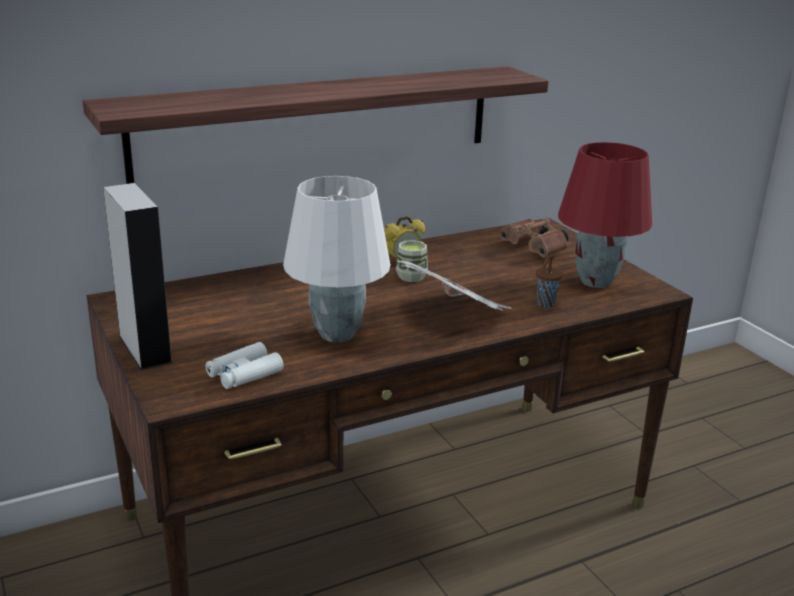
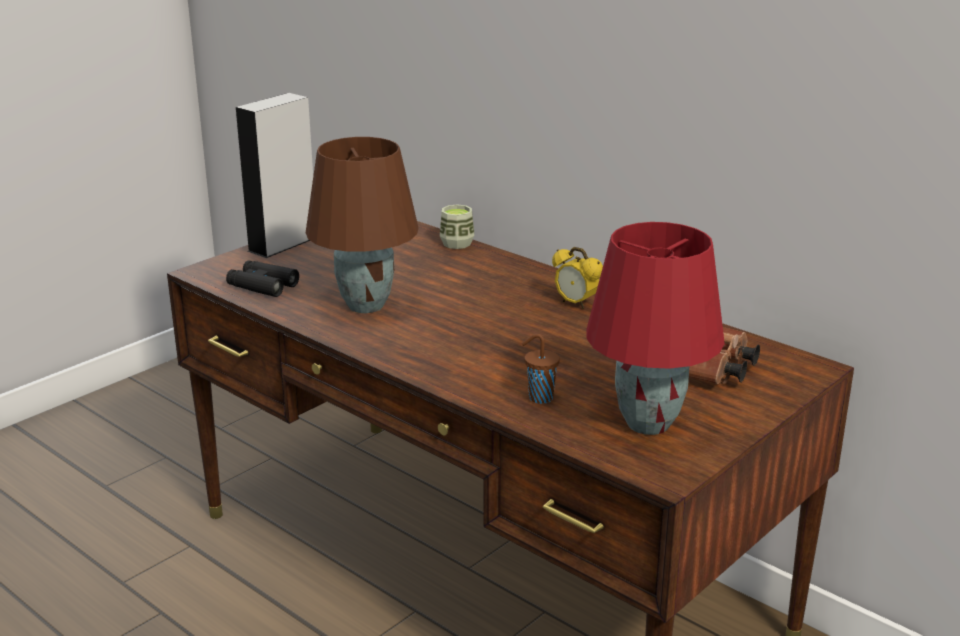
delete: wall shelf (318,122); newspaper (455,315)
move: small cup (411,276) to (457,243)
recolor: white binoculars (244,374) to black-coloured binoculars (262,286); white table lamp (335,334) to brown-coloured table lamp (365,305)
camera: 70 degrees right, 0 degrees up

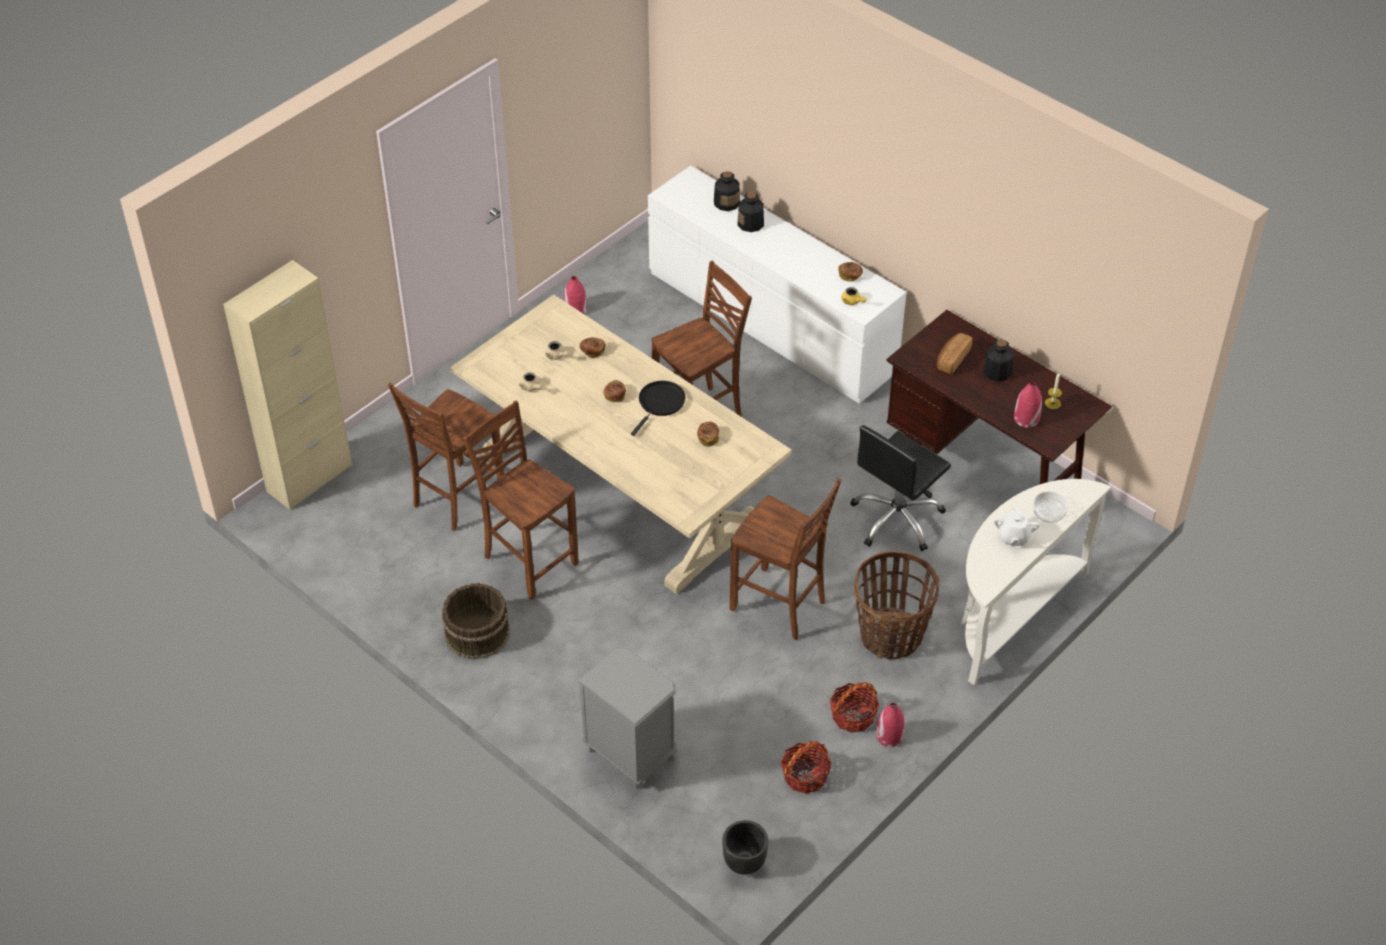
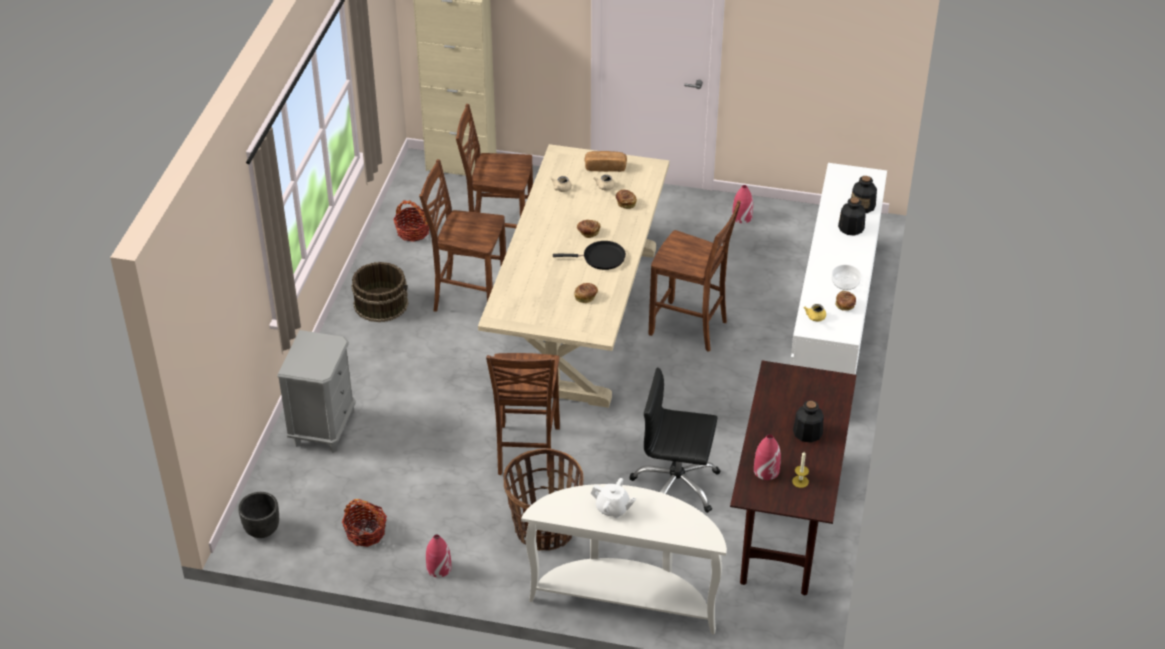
move: storage basket (853,716) to (413,232); baked bread (952,359) to (605,167); deep dish (1048,513) to (845,283)
rotate: brown-coloured upright chair (529,560) = (468,300) 90 degrees counterclockwise; white pot for tea (1013,537) = (613,509) 135 degrees counterclockwise
camera: 60 degrees right, 5 degrees down

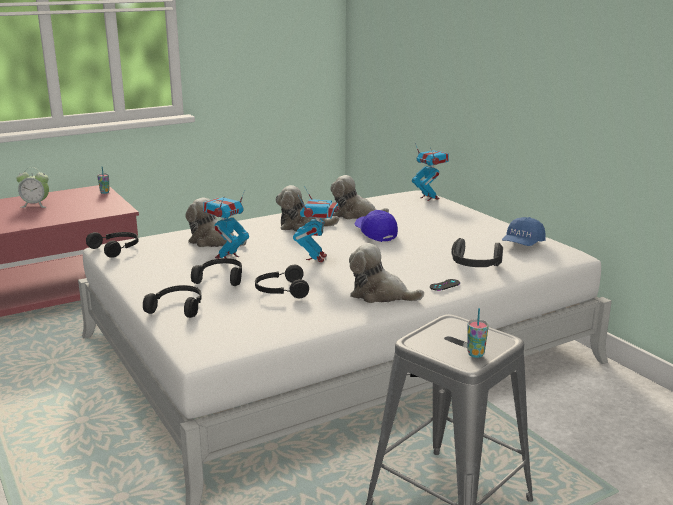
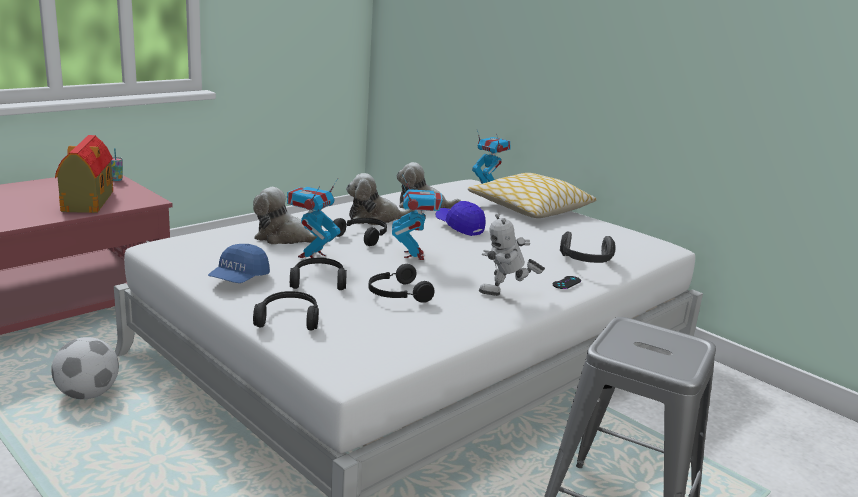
delete: alarm clock (36,205); small cup (475,354)
insert: football (88,394); toy house (87,202); pillow (529,209)
move: black-coloured headset (116,249) to (363,236); blue-coloured baseball cap (522,244) to (239,279)
replace: soft toy (380,295) to robot figure (506,295)
camera: 15 degrees left, 0 degrees up

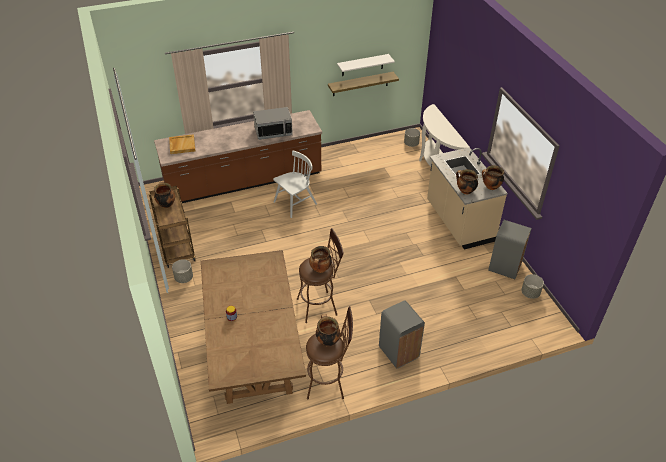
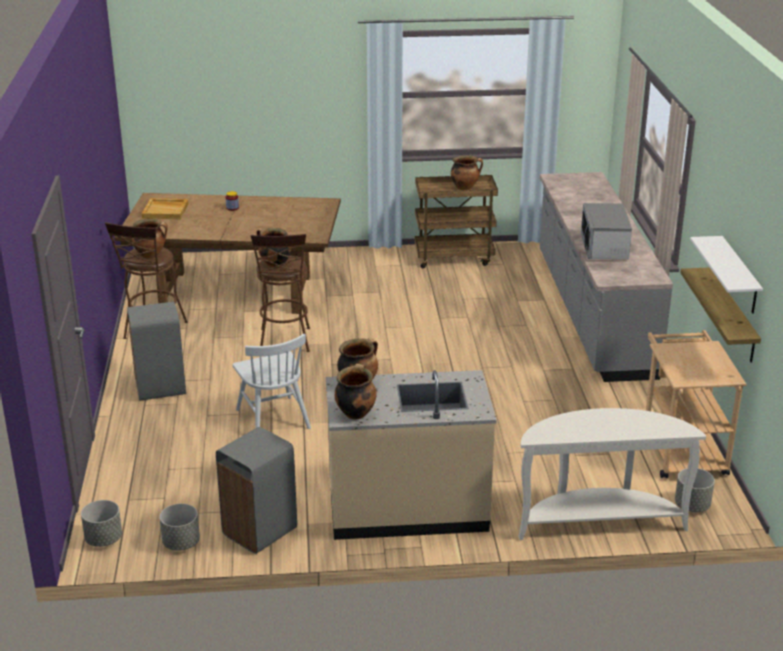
insert: beige wheeled cart (681,450)
move: beige tray (182,145) to (166,211); grey flower pot (184,278) to (104,539); white upright chair (295,203) to (273,418)
recolor: brown-coloured counter (244,182) to grey counter (592,313)
camera: 105 degrees right, 15 degrees down

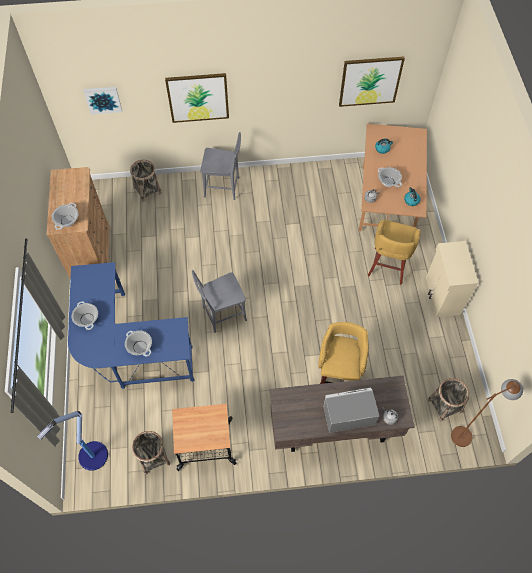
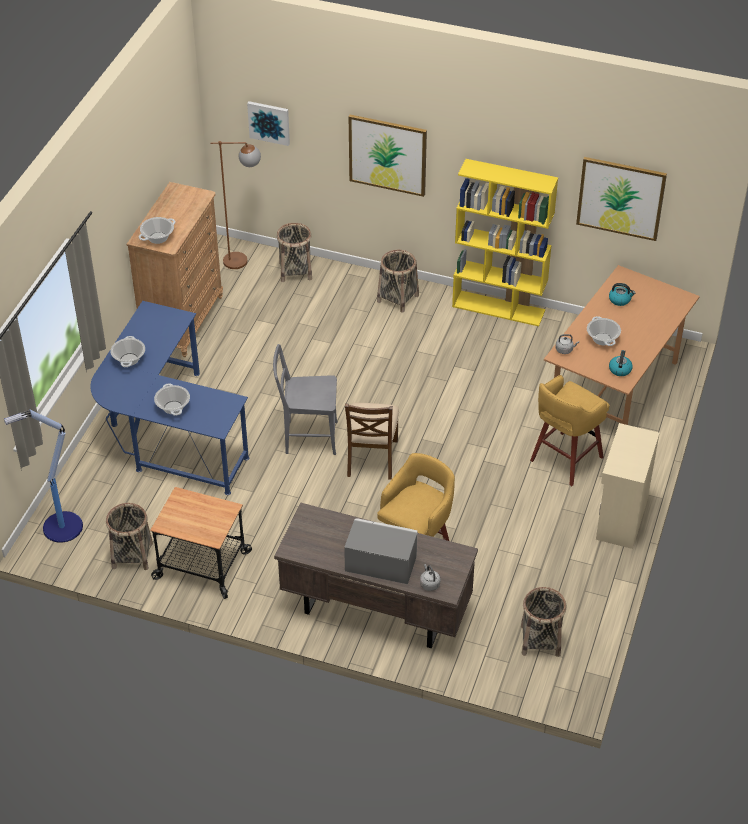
insert: brown-coloured upright chair (371,458); yellow-coloured bookcase (499,308)
move: brown-coloured floor lamp (467,433) to (244,261)
replace: grey upright chair (224,187) to storage basket (397,298)
camera: 25 degrees right, 15 degrees down

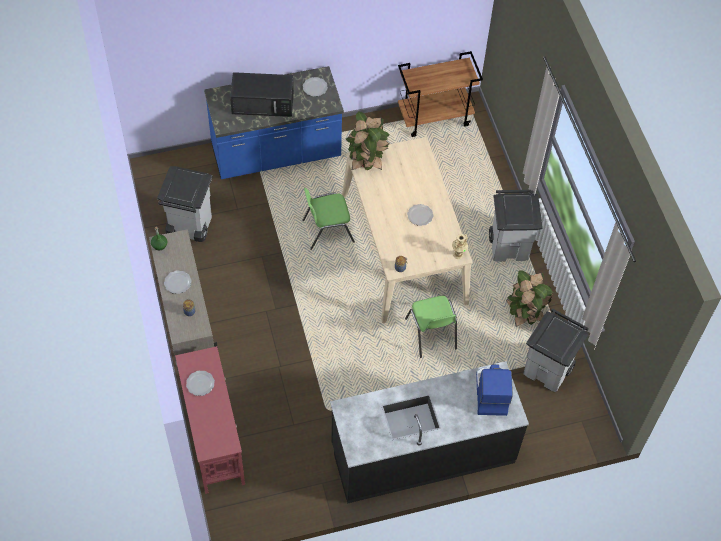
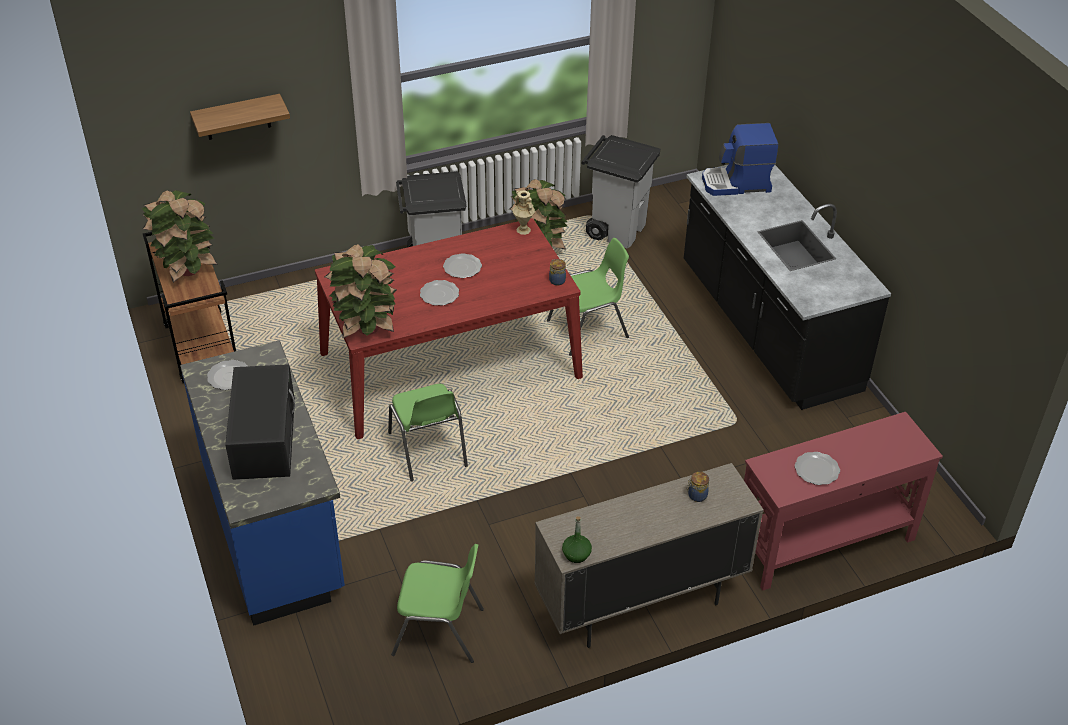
insert: potted plant (186,269); wall shelf (237,117)
move: plate (177,282) to (439,294)
replace: grey trash can (189,226) to green-coloured upright chair (440,632)
recolor: beige dinner table (403,248) to reddish dinner table (450,365)
camera: 95 degrees left, 15 degrees down

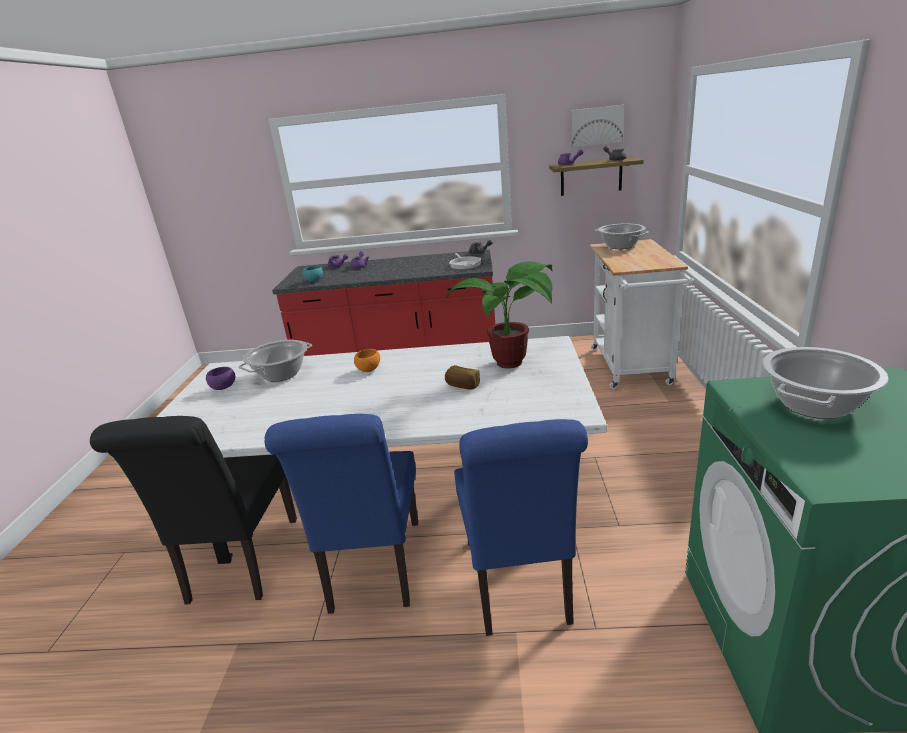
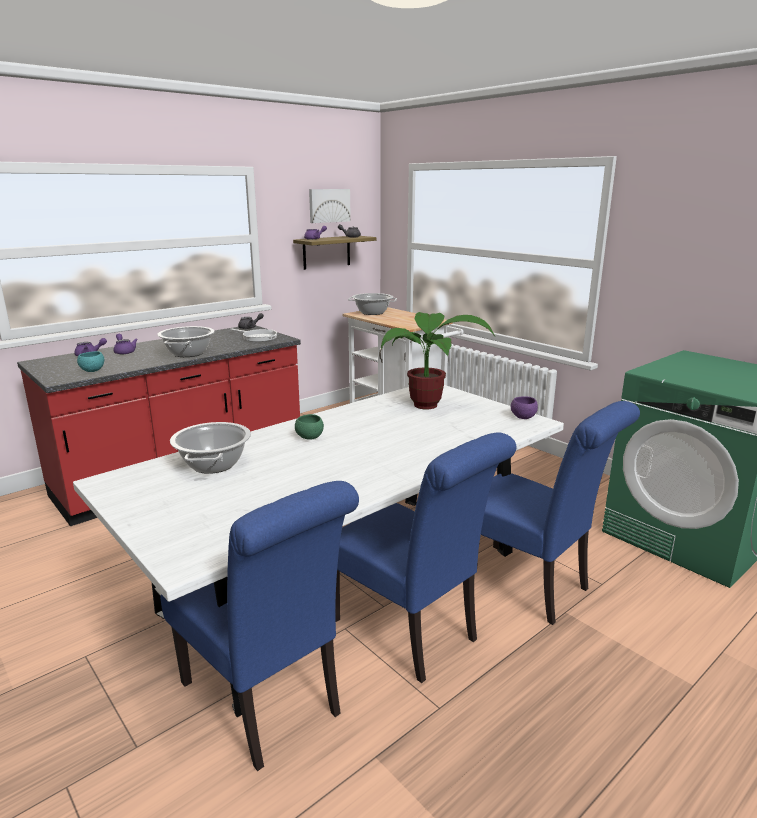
delete: baked bread (462,386)
move: purple-coloured deep dish (223,387) to (523,417); saucepot (814,404) to (188,353)
recolor: black-coloured upright chair (240,564) to blue-coloured upright chair (266,703); orange deep dish (368,370) to green-coloured deep dish (309,437)
camera: 45 degrees left, 5 degrees down

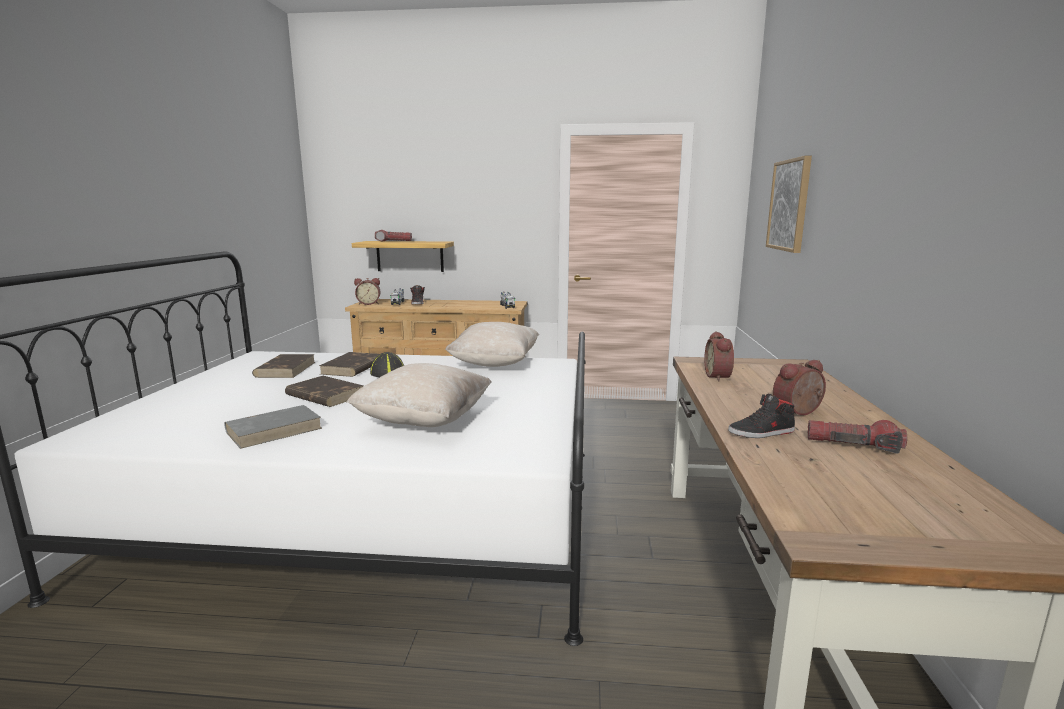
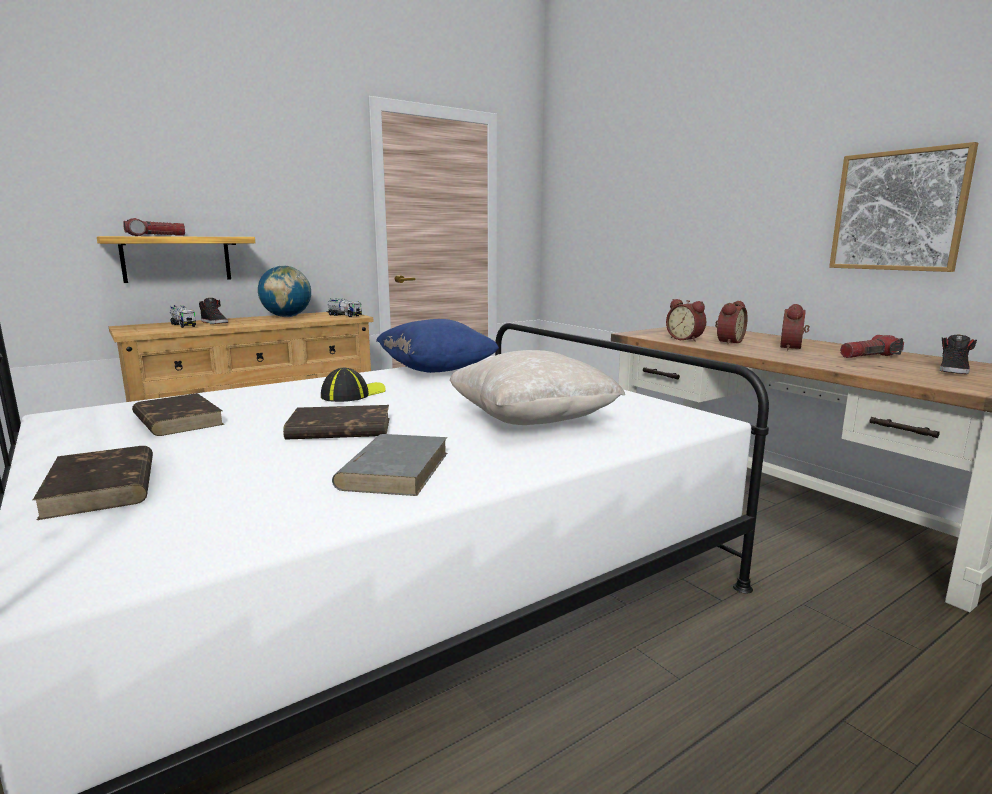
insert: globe (287,317)
move: brown-coloured volume (352,368) to (102,487); alarm clock (368,303) to (728,342); black-coloured low shoe (761,432) to (953,370); wall picture (789,205) to (898,211)
recolor: beige pillow (495,364) to blue-coloured pillow (436,370)
camera: 40 degrees left, 0 degrees up

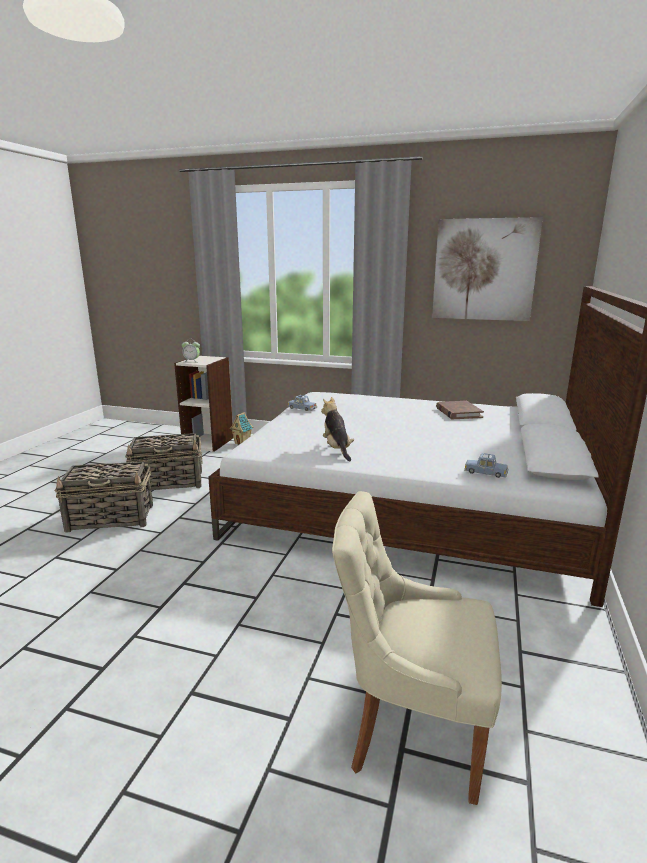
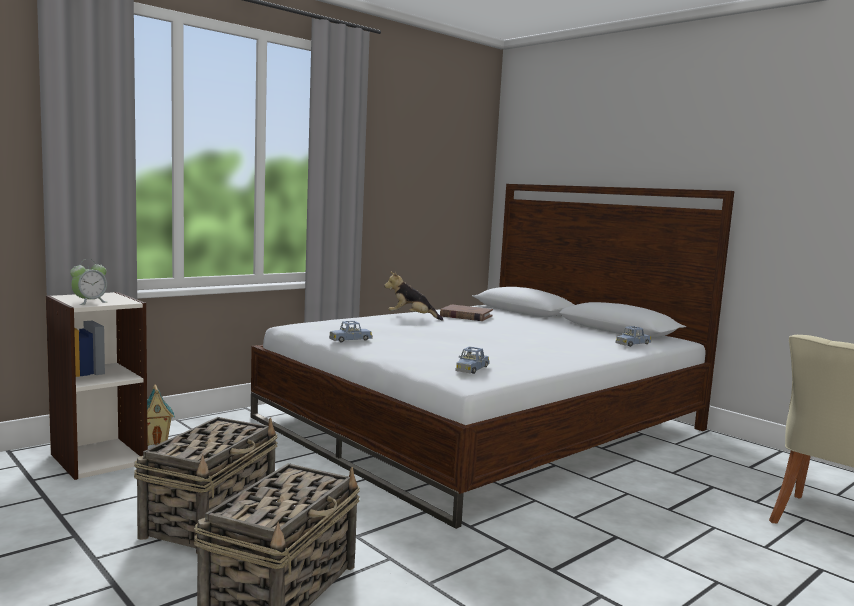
delete: wall picture (484,270)
insert: blue-coloured model car (471,369)
move: soft toy (337,449) to (411,317)
camera: 60 degrees left, 10 degrees down

